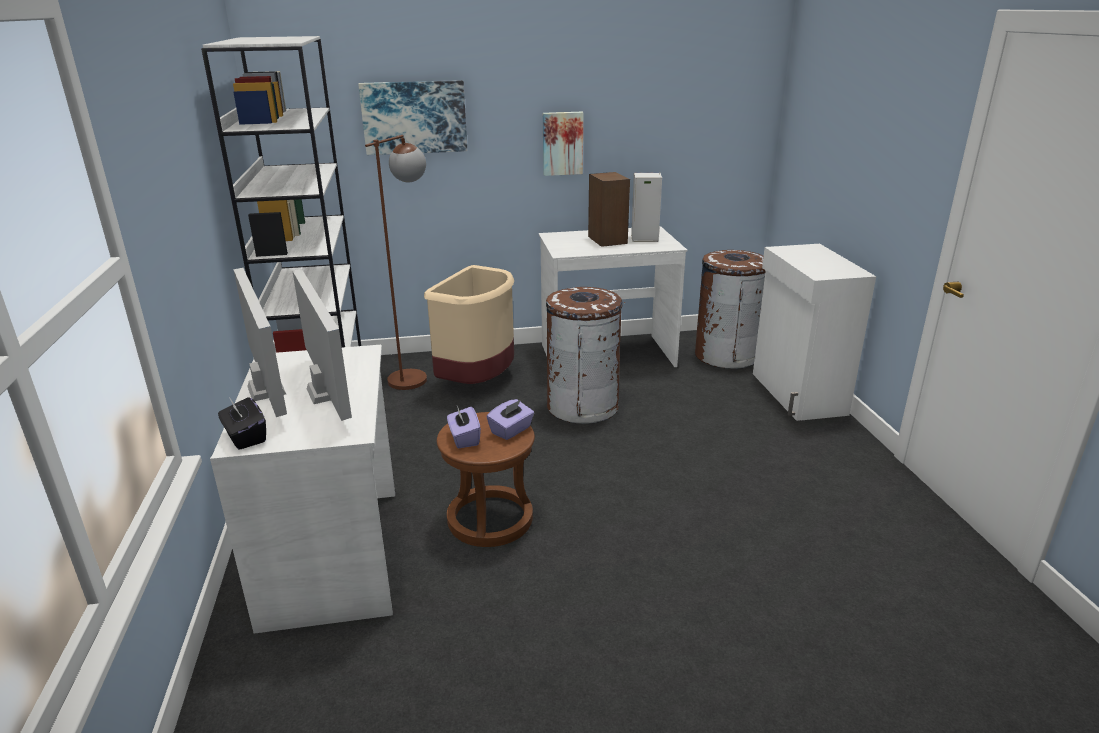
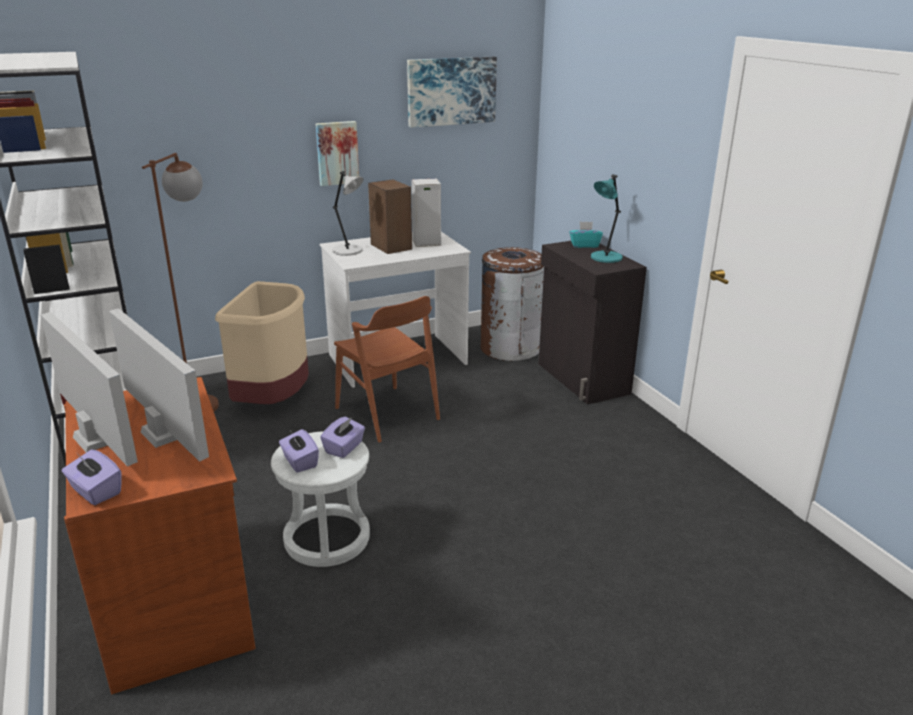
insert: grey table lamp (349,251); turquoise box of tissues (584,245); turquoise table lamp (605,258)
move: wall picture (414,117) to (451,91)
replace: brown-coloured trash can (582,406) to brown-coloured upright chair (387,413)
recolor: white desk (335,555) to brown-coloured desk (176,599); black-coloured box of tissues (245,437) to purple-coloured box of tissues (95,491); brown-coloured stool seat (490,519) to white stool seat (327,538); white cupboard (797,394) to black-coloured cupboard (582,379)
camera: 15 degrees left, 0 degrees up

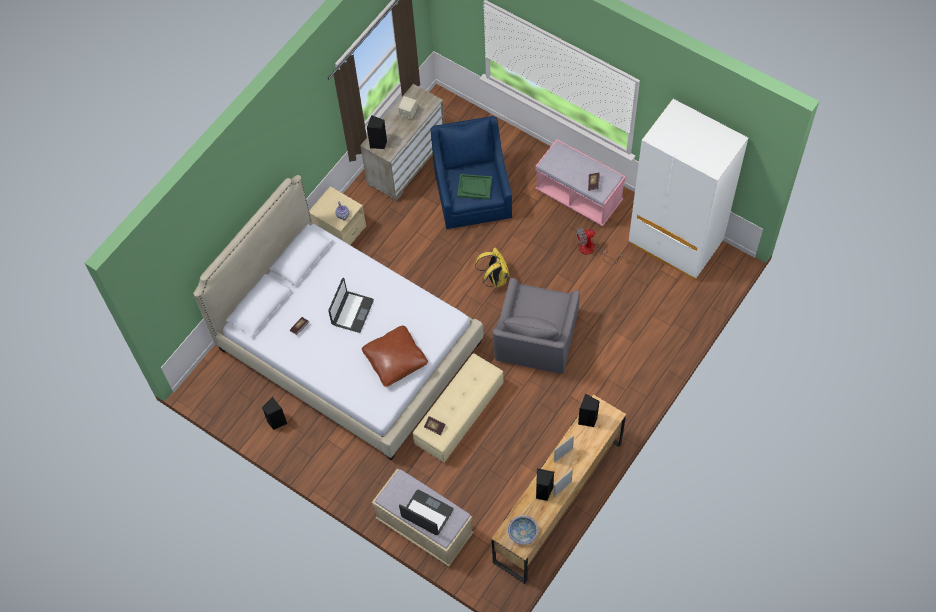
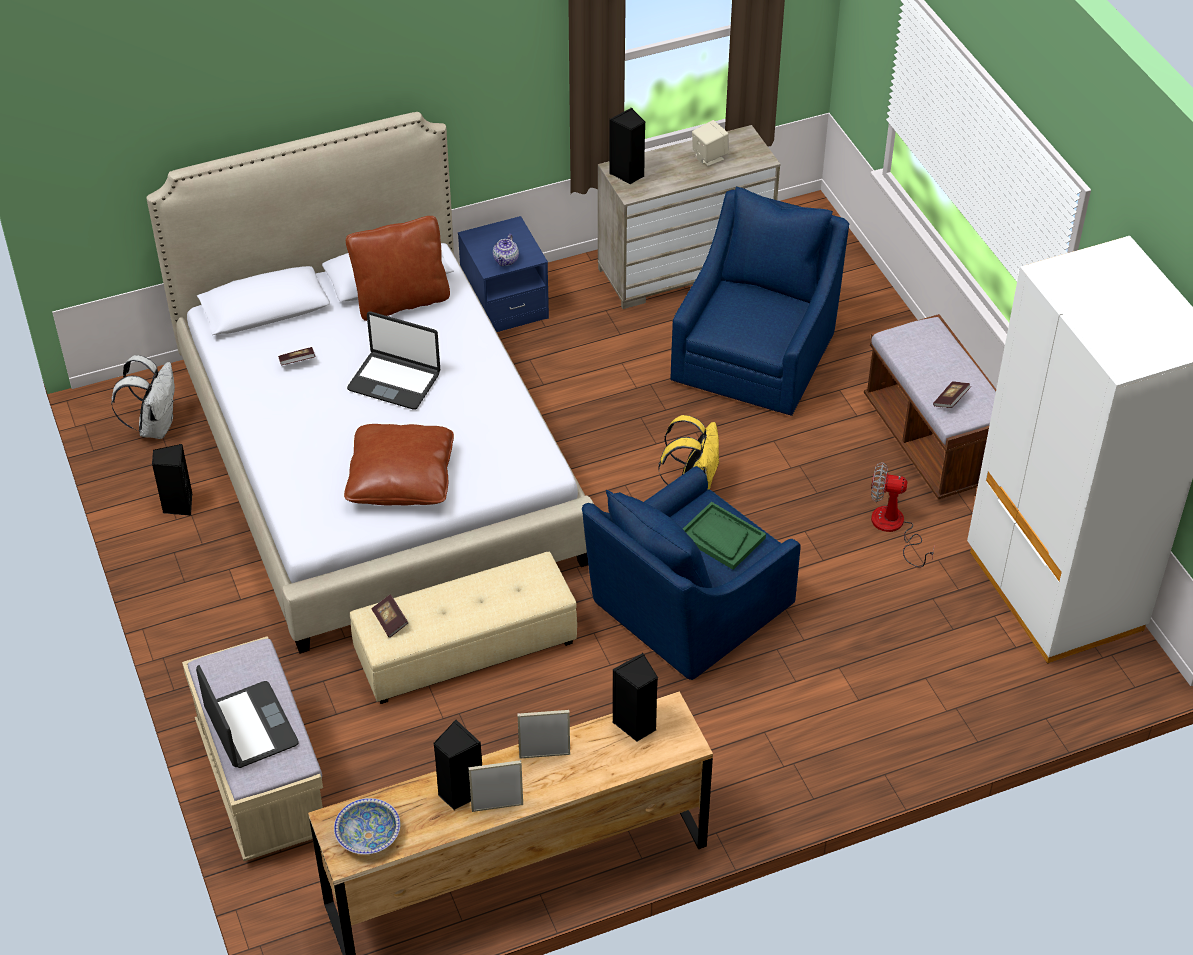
insert: white backpack (155,426); brown-coloured pillow (401,301)
move: green-coloured tray (474,187) to (721,537)
recolor: beige bedside table (339,230) to blue-coloured bedside table (504,304); grey lounge chair (535,340) to blue-coloured lounge chair (686,608); pink-coloured long seat (578,196) to brown-coloured long seat (932,442)
rotate: notebook computer (352,312) = (394,381) 60 degrees clockwise
camera: 30 degrees right, 15 degrees down

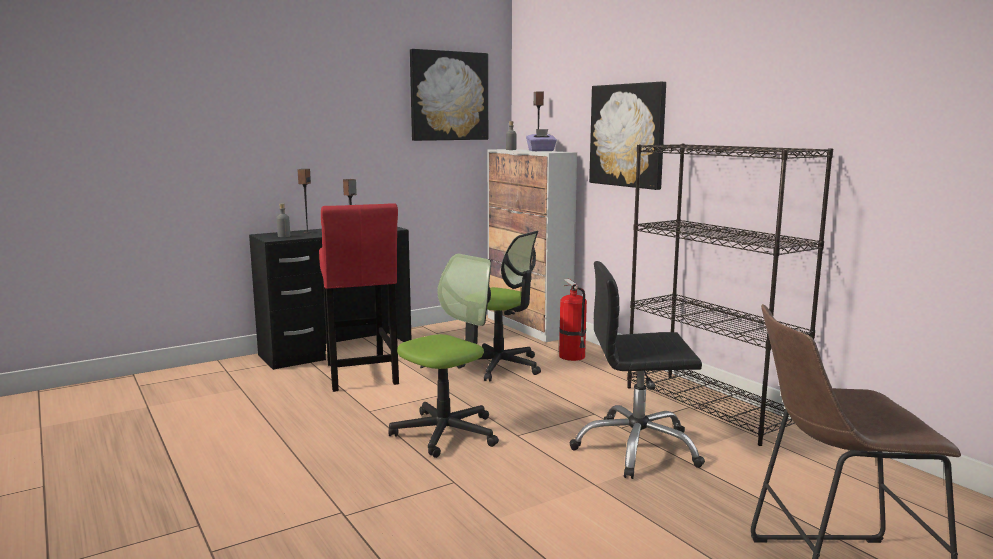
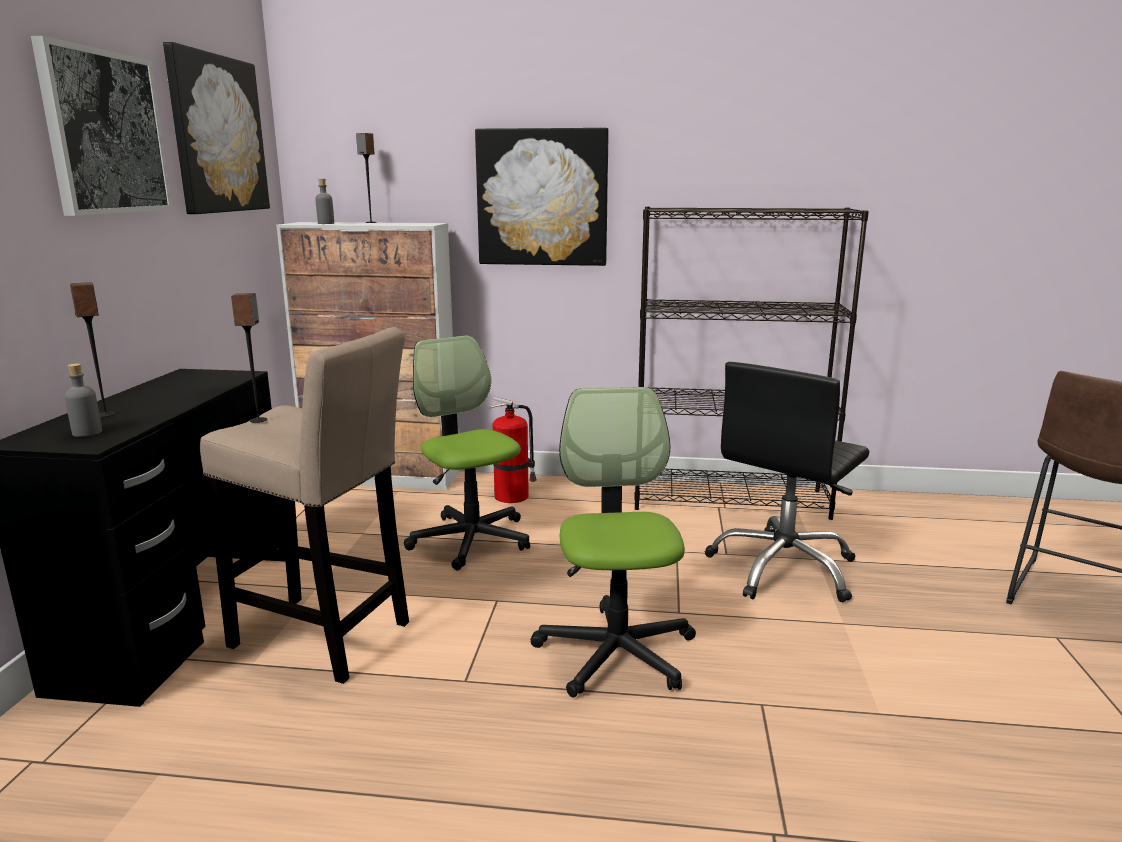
delete: purple-coloured box of tissues (541,151)
insert: wall picture (105,133)
recolor: reddish stool seat (361,376) to beige stool seat (327,638)
rotate: office chair (500,366) = (471,540) 105 degrees counterclockwise
camera: 50 degrees left, 5 degrees up

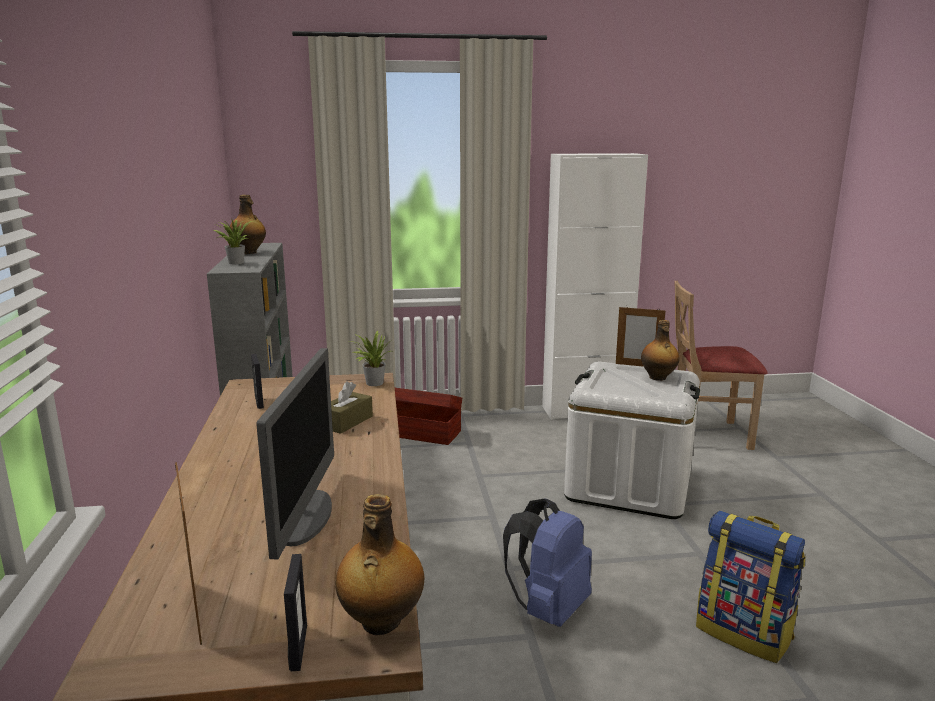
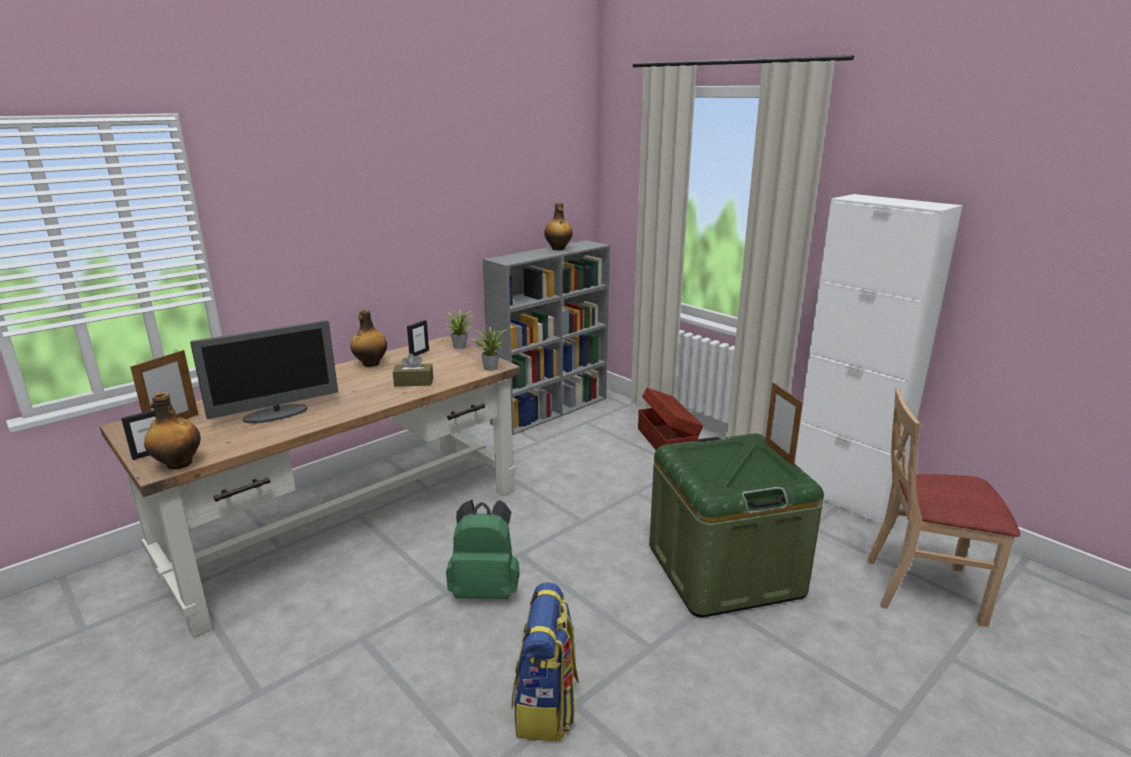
move: potted plant (235,262) to (460,346); beverage bottle (658,378) to (370,364)
recolor: blue-coloured backpack (548,609) to green-coloured backpack (486,589); white storage box (629,485) to green-coloured storage box (724,570)
rotate: beige upright chair (707,434) = (923,588) 45 degrees counterclockwise
camera: 55 degrees right, 5 degrees up

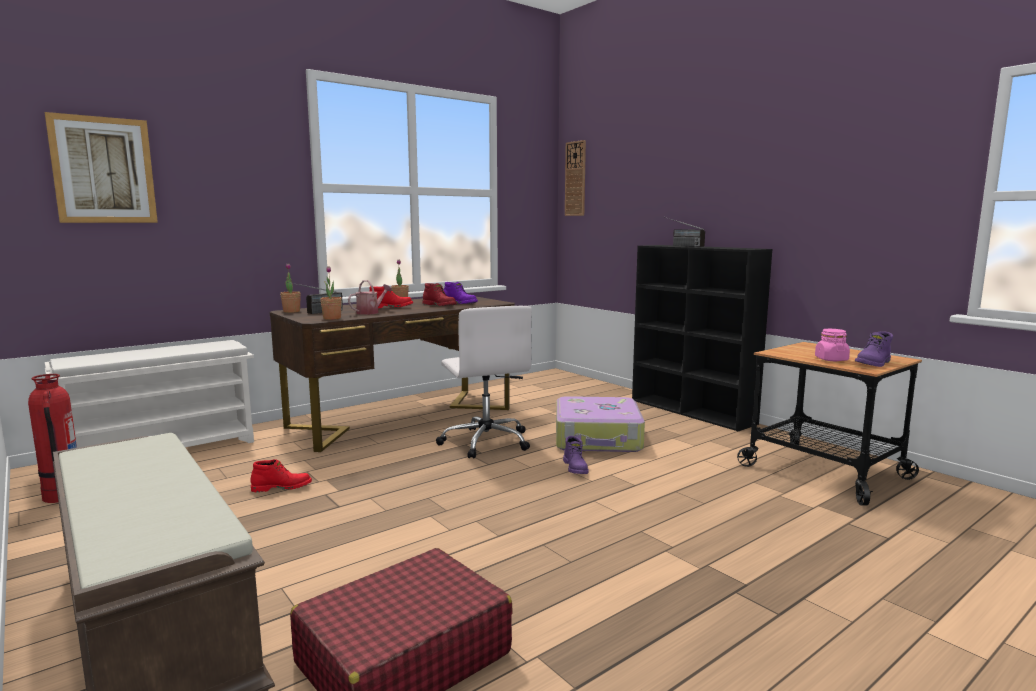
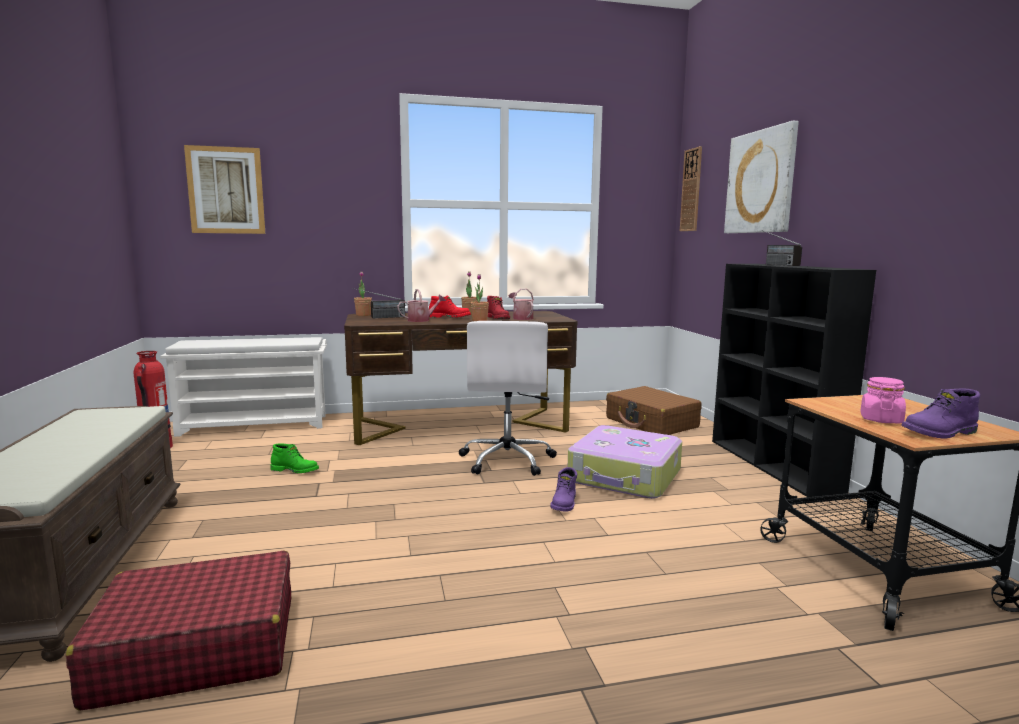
insert: brown-coloured travel case (651,423); wall picture (760,182)
move: potted plant (332,318) to (479,320)
replace: purple-coloured high-top boot (460,303) to sprinkling can (521,318)
recolor: reddish high-top boot (282,487) to green-coloured high-top boot (295,470)
camera: 25 degrees right, 0 degrees up

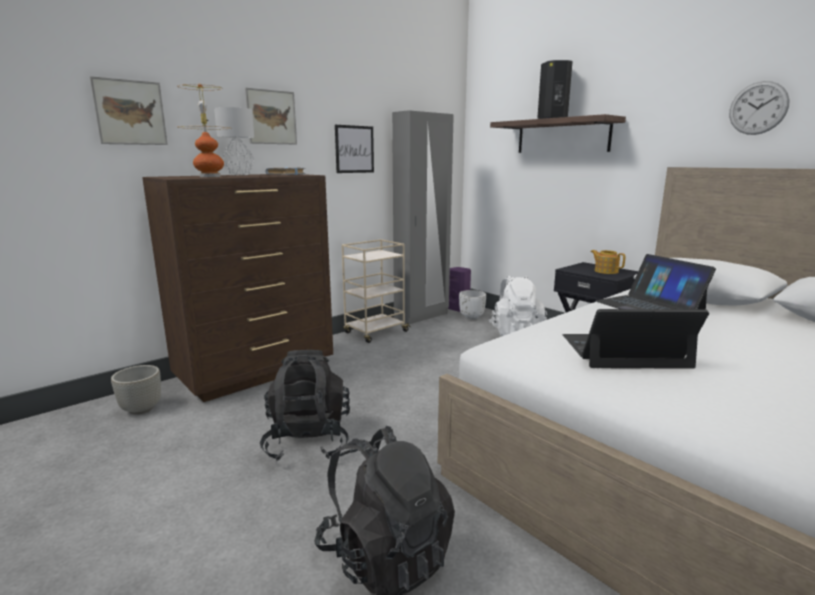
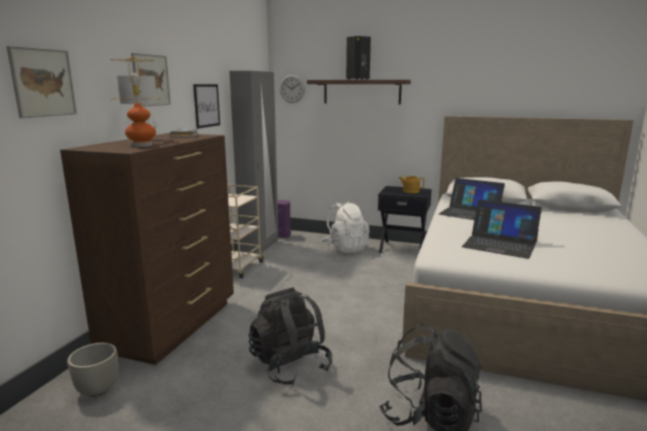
delete: white flower pot (471,317)
move: clock on the wall (758,108) to (292,89)
rotate: notebook computer (624,351) = (500,244) 120 degrees counterclockwise
camera: 30 degrees left, 0 degrees up

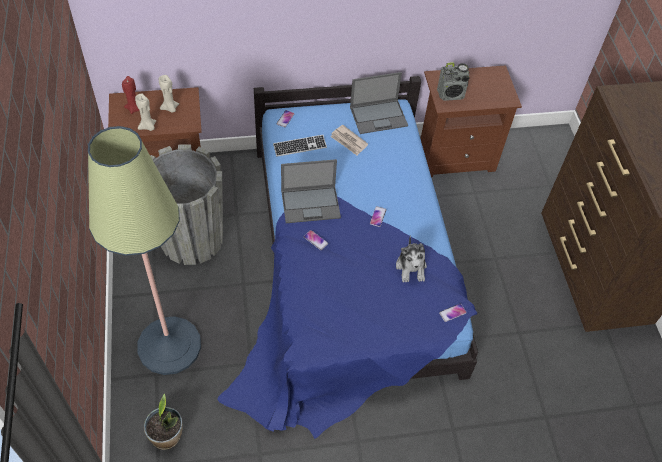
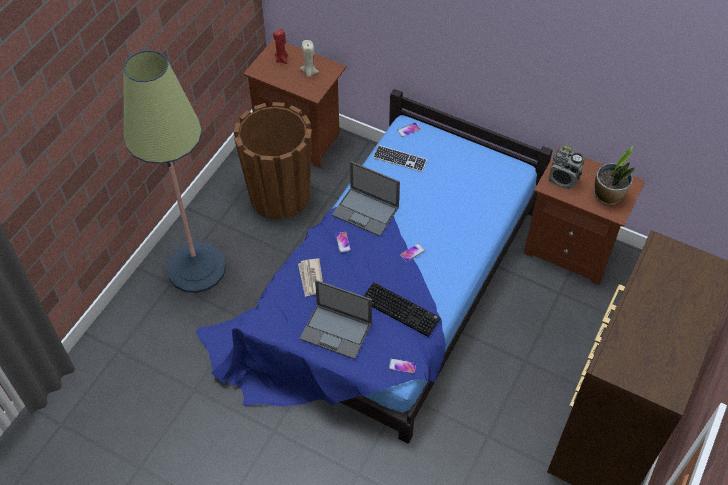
delete: beige wax light (148,127)
move: potted plant (167,436) to (608,195); newspaper (349,141) to (311,278); notebook computer (379,116) to (336,331)
replace: soft toy (411,267) to PC keyboard (401,309)
recolor: grey flower pot (191,239) to brown-coloured flower pot (280,195)
camera: 40 degrees right, 0 degrees up

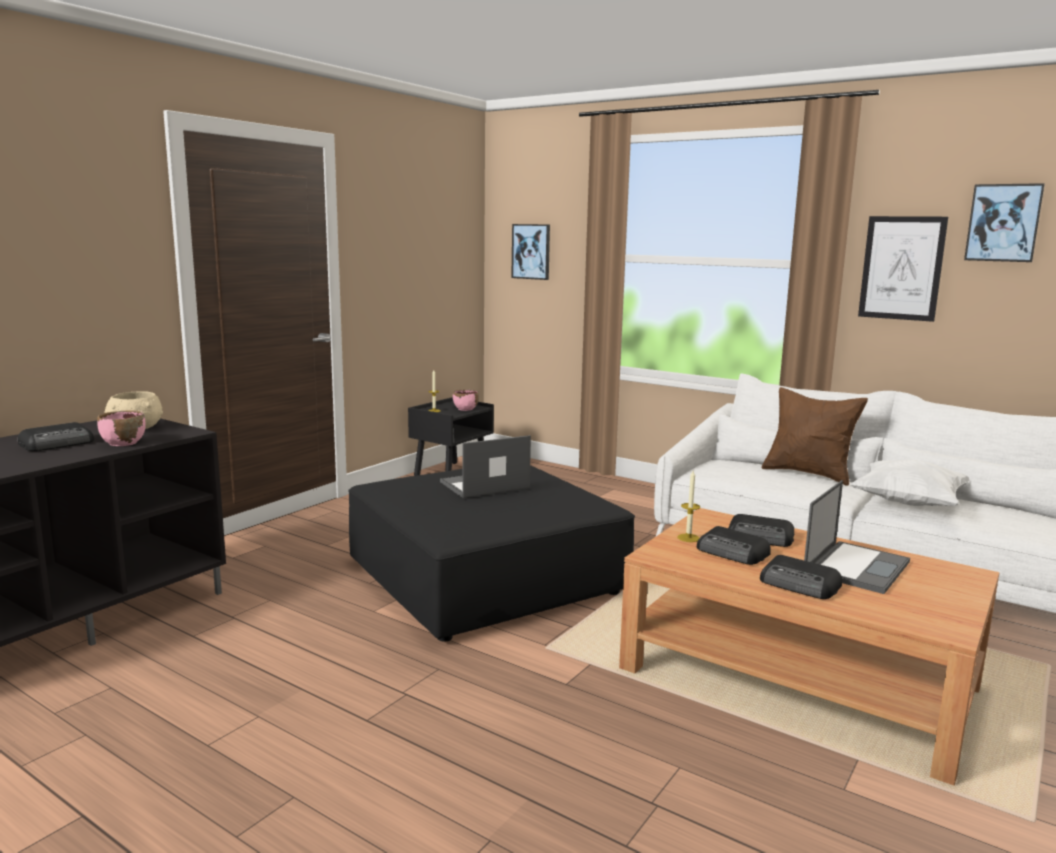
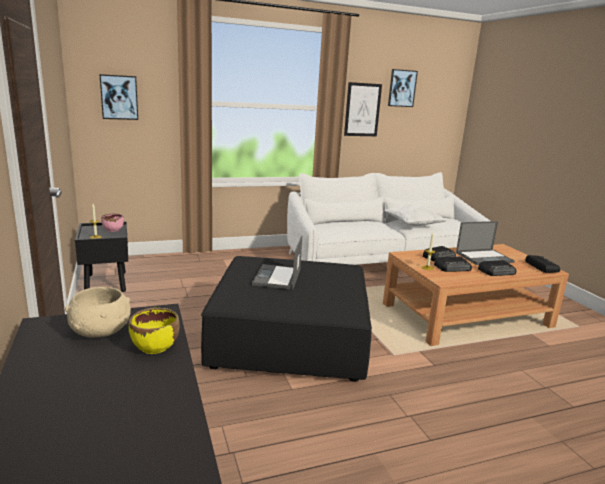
delete: brown-coloured pillow (808,474)
move: radio receiver (58,443) to (541,266)
recolor: pink-coloured deep dish (123,443) to yellow-coloured deep dish (155,347)
rotate: notebook computer (856,566) = (484,257) 90 degrees clockwise
camera: 55 degrees left, 5 degrees up

